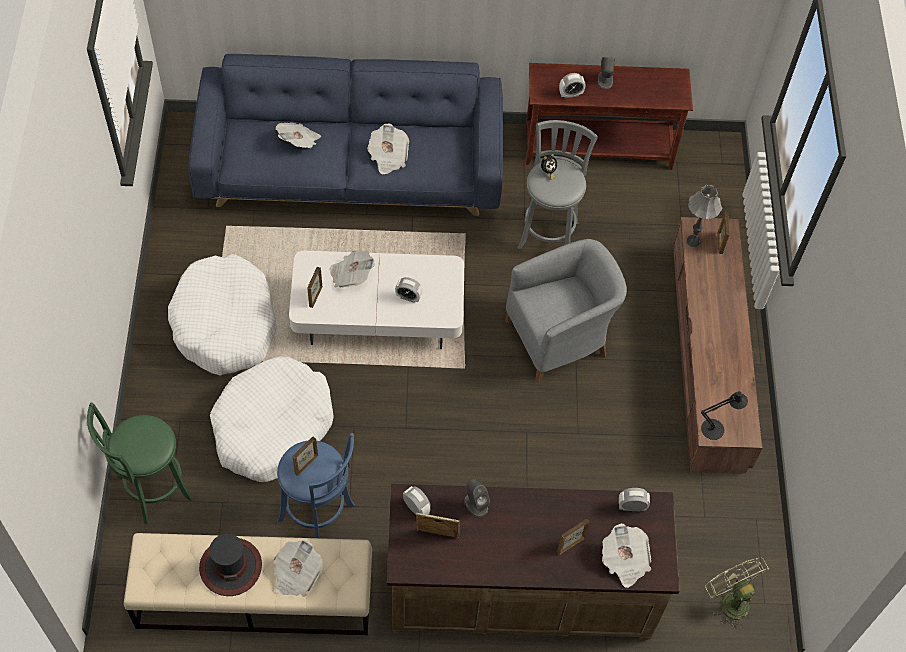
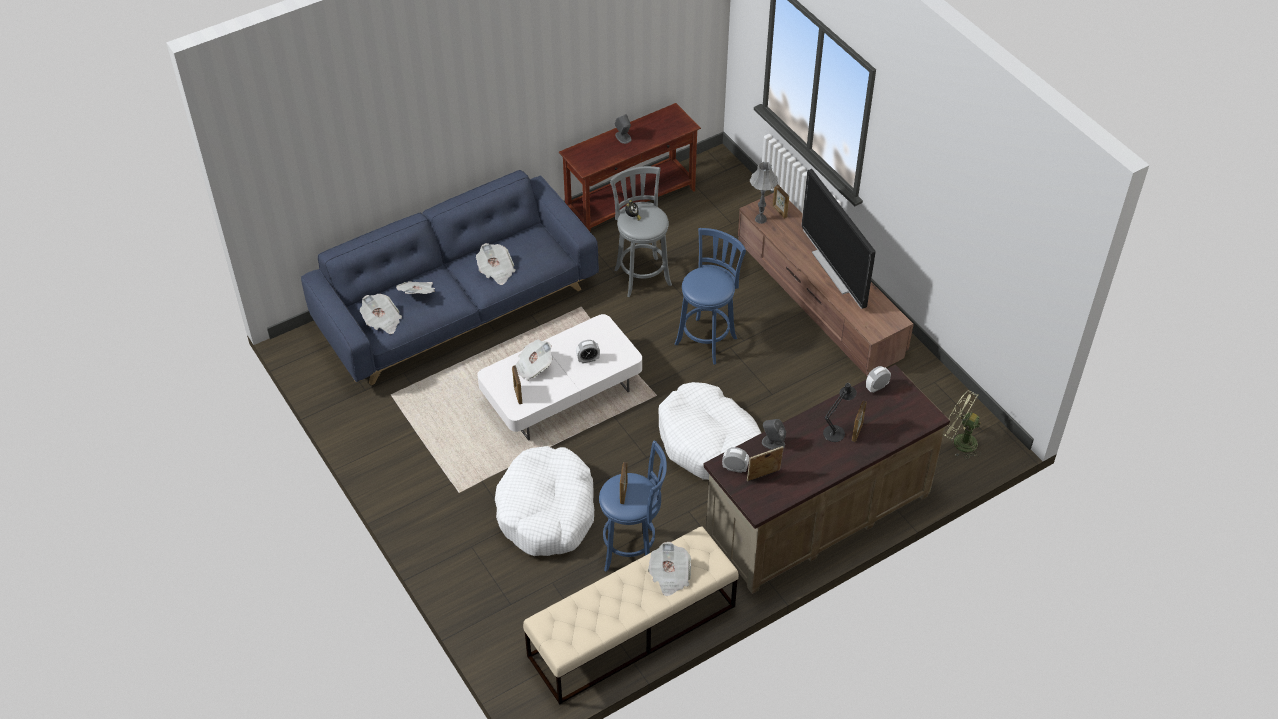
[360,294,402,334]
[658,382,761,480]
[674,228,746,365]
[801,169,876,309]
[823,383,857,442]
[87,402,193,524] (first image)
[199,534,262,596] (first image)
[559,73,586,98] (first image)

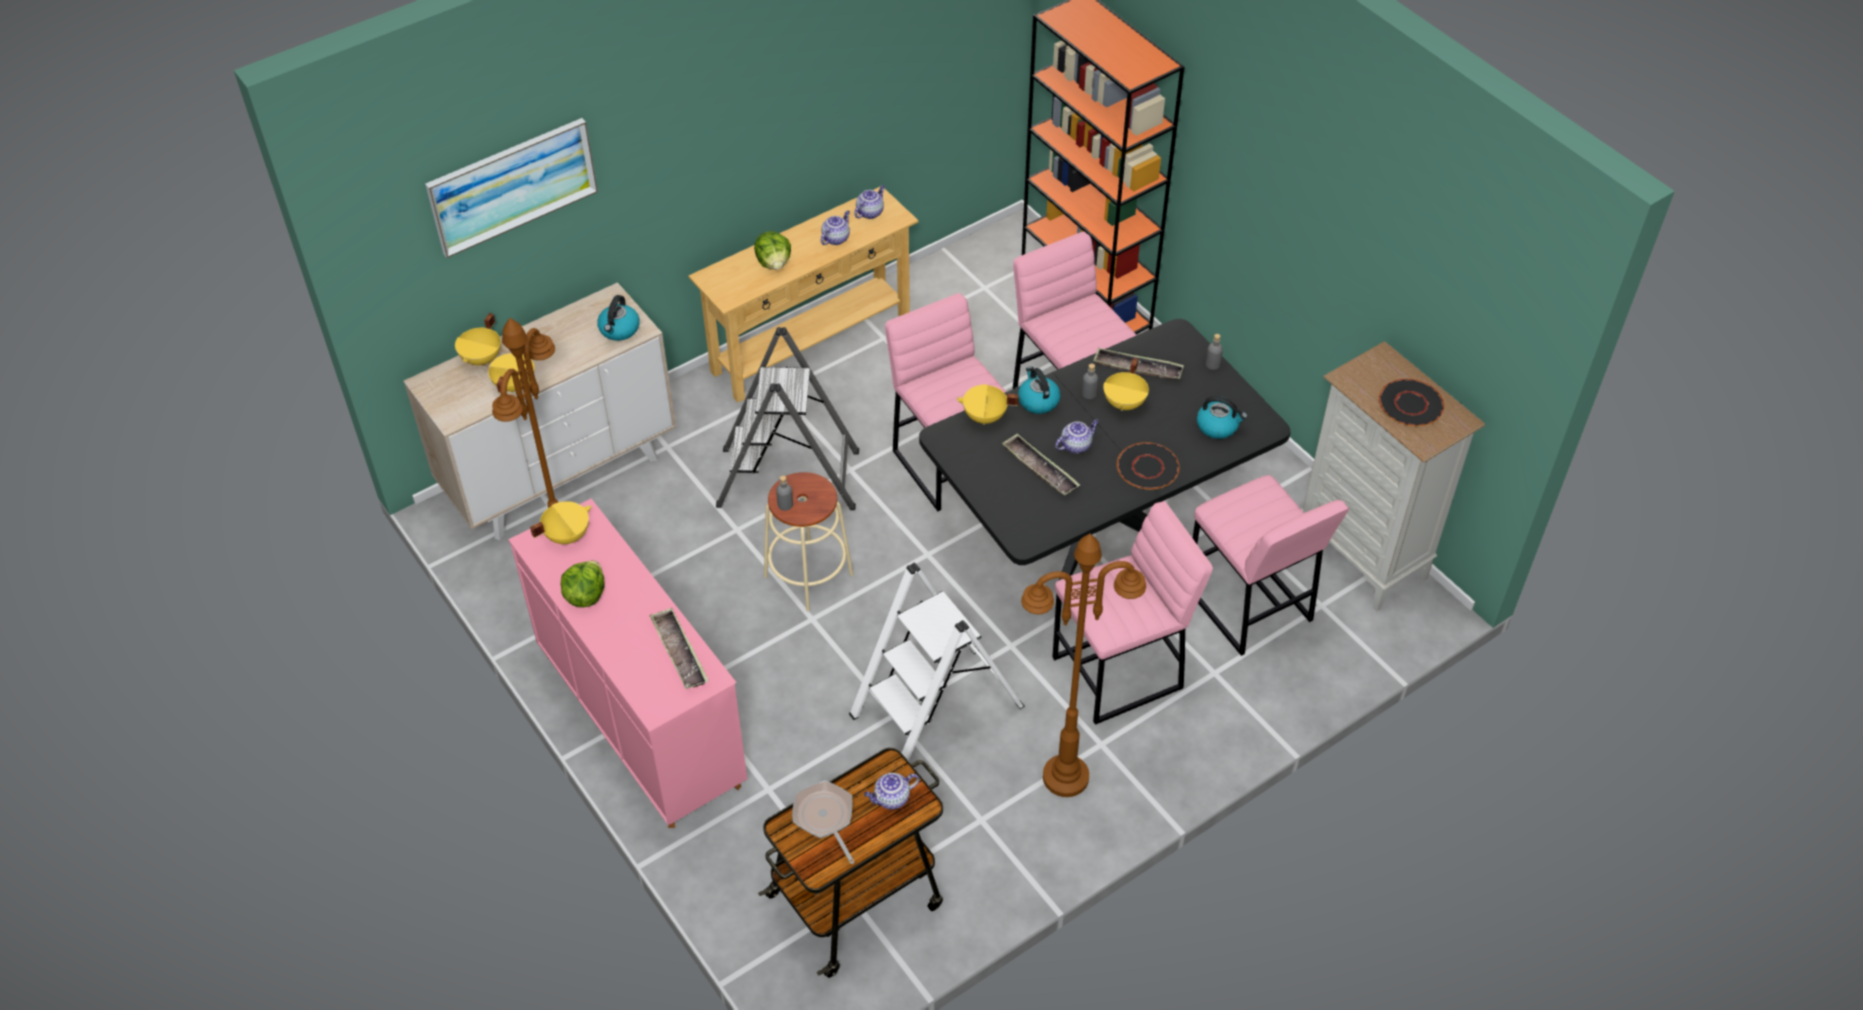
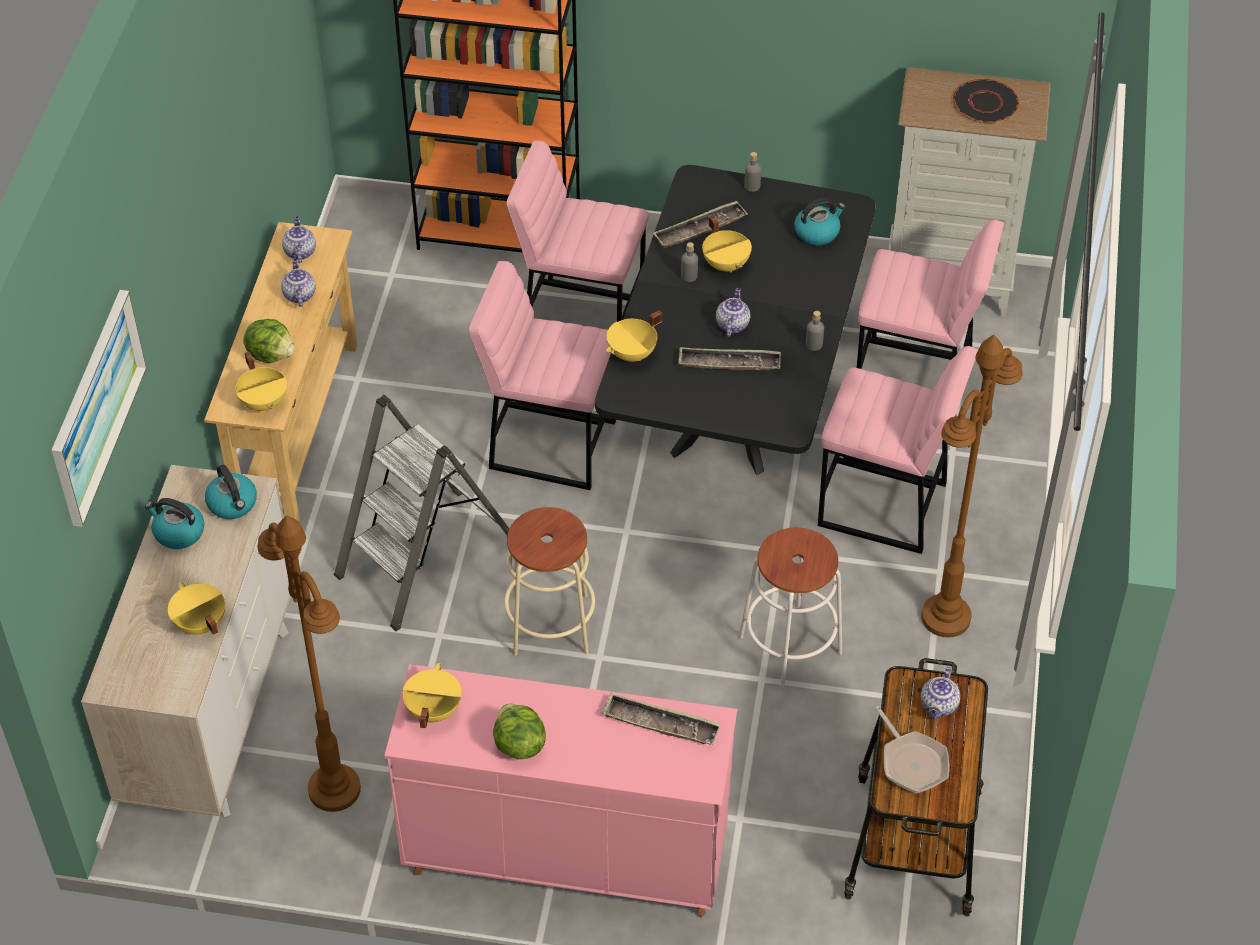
[145,498,204,549]
[235,352,287,411]
[739,528,842,687]
[806,311,824,351]
[818,346,979,554]
[875,706,949,794]
[1117,442,1180,490] (first image)

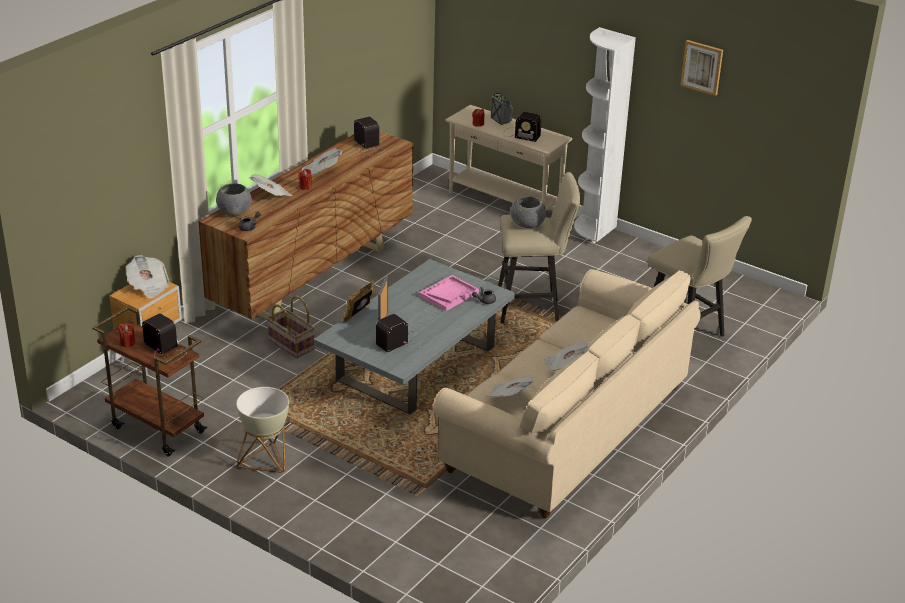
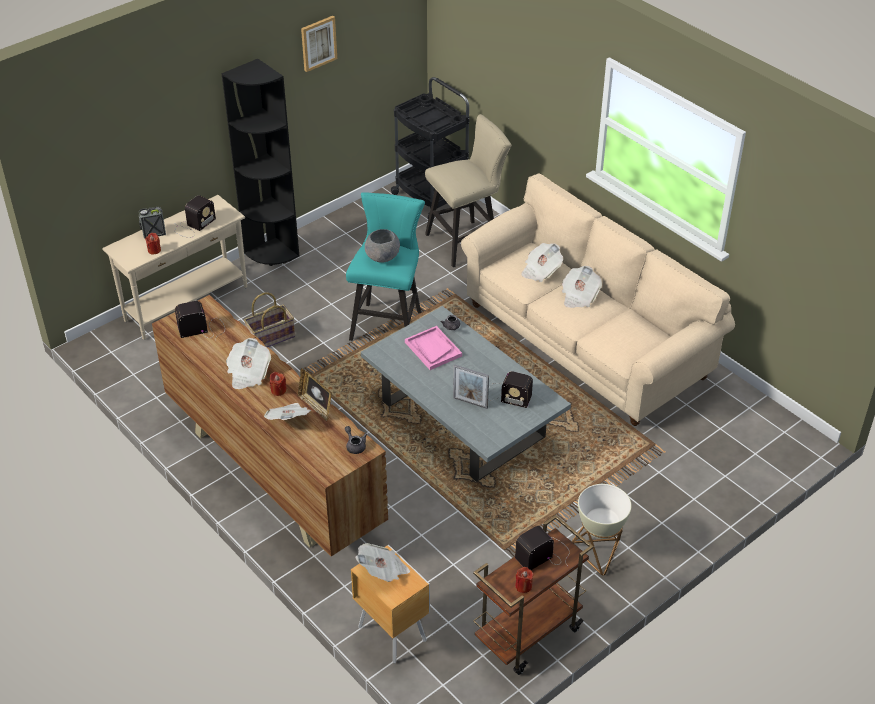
[222,59,299,266]
[244,292,295,347]
[298,368,332,422]
[346,192,425,341]
[391,77,469,219]
[490,371,533,408]
[521,243,563,282]
[216,183,252,217] (first image)

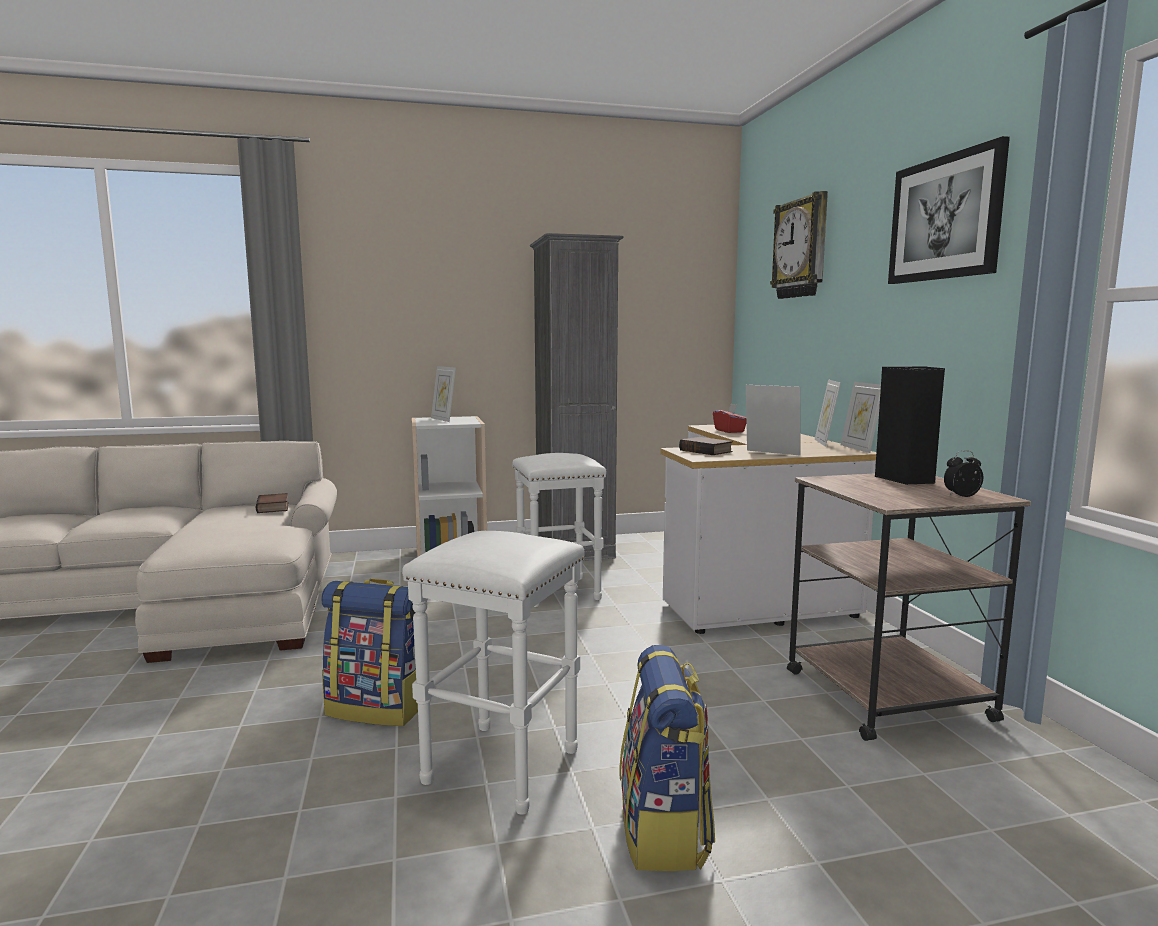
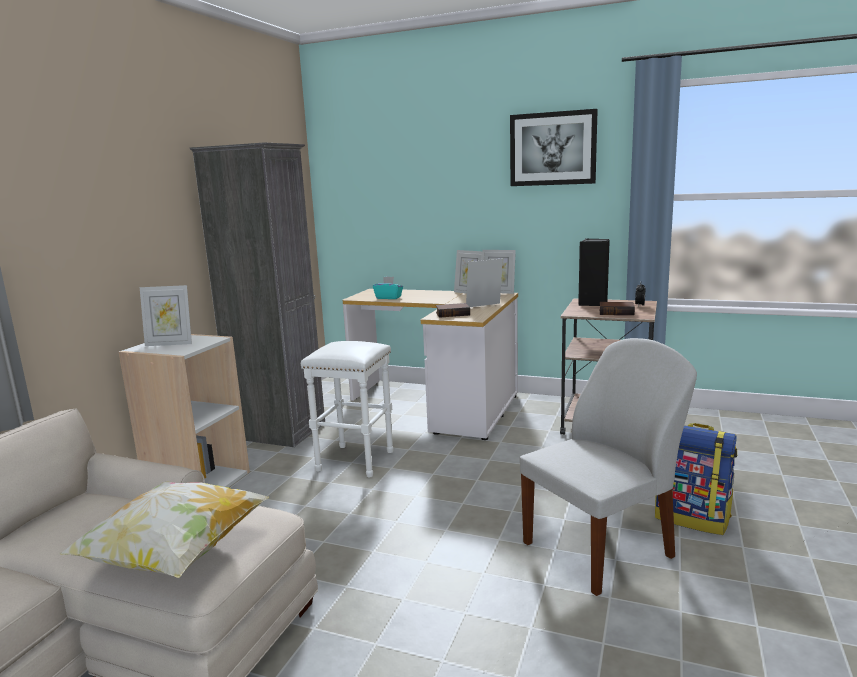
[58,481,269,578]
[373,277,403,299]
[520,338,697,596]
[599,302,635,315]
[321,579,418,726] (first image)
[770,191,828,299] (first image)

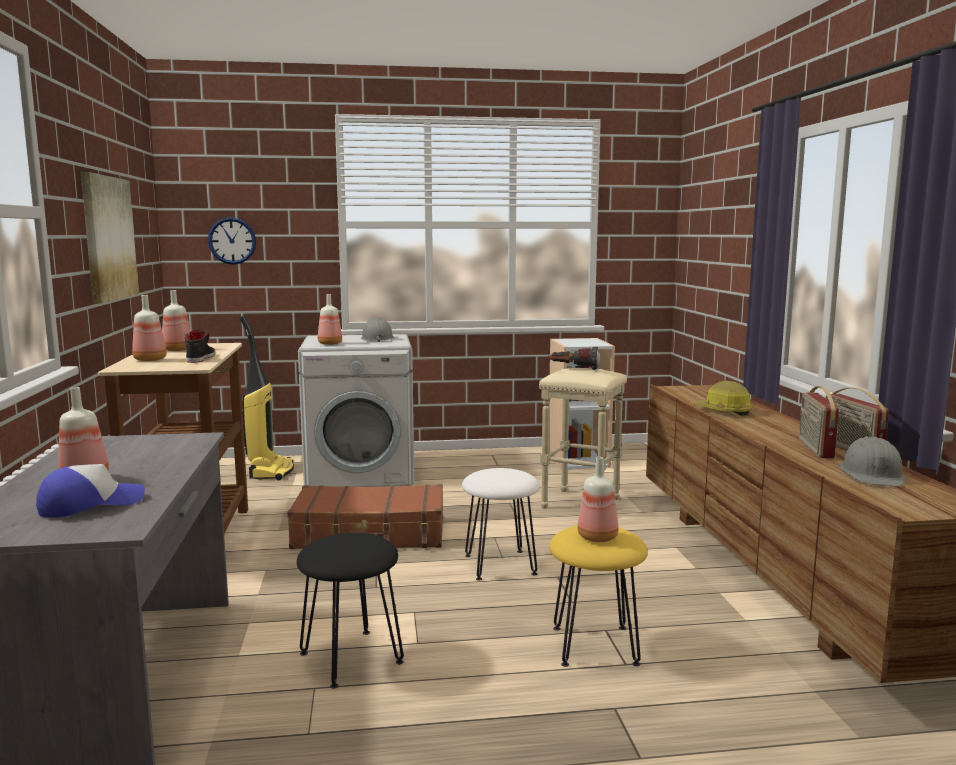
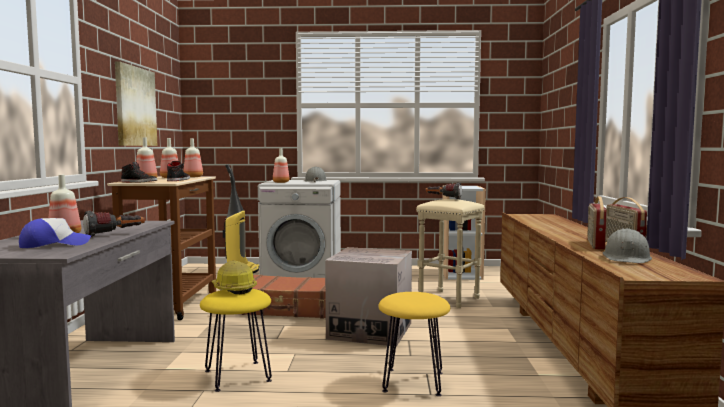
[83,211,145,237]
[121,161,157,182]
[184,138,203,177]
[200,289,272,392]
[211,260,257,294]
[325,247,412,347]
[208,217,256,265] (first image)

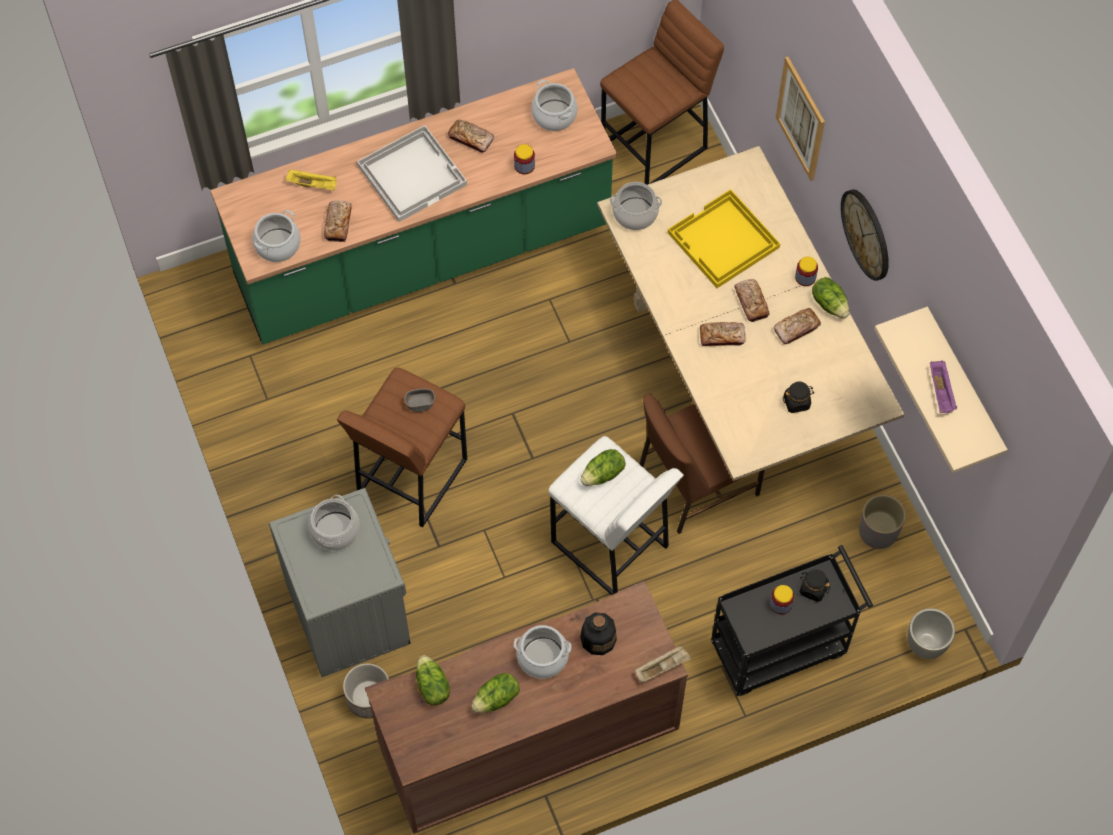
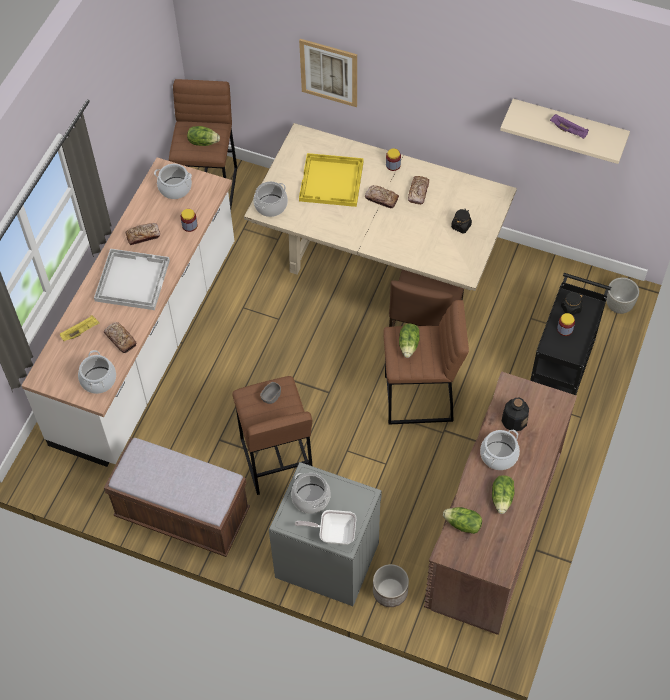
[21,157,234,467]
[104,438,250,557]
[187,126,220,146]
[295,510,356,545]
[383,300,469,425]
[635,645,691,683] (first image)
[700,322,745,346] (first image)
[841,189,889,281] (first image)
[859,495,906,549] (first image)

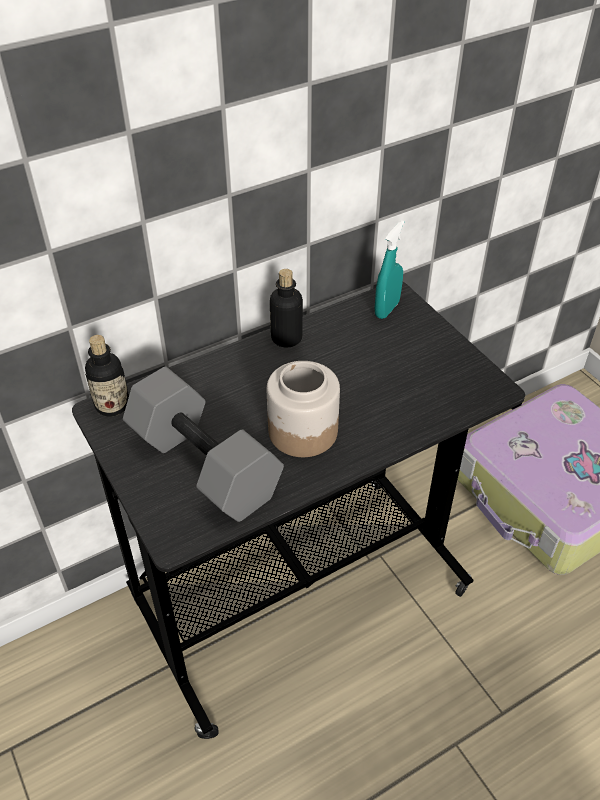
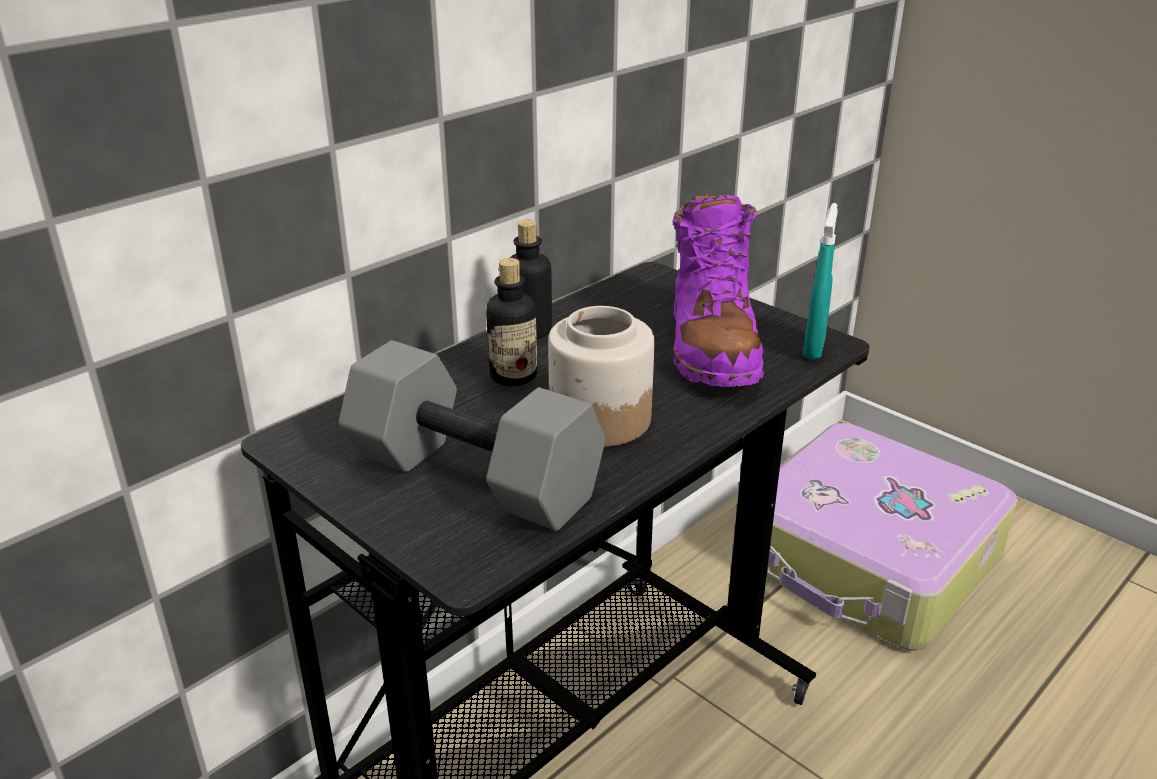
[486,258,537,386]
[673,194,764,387]
[803,203,838,360]

